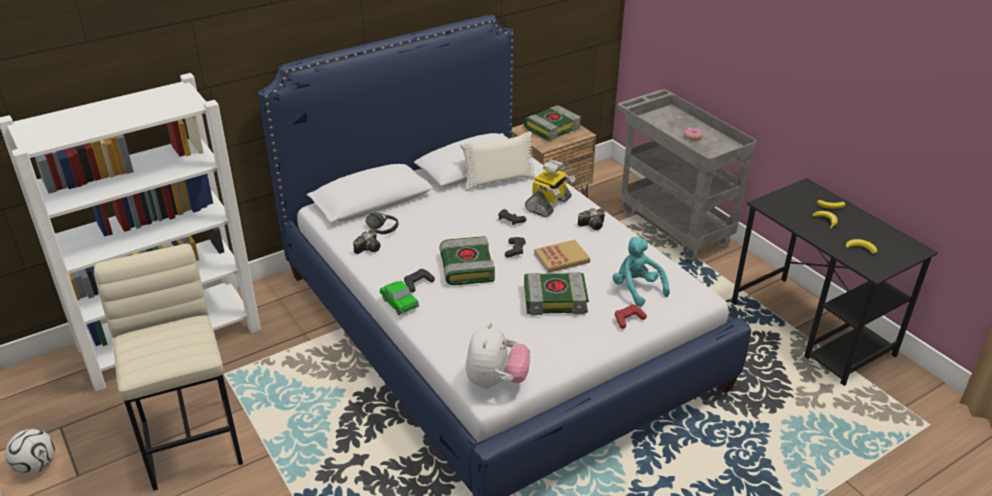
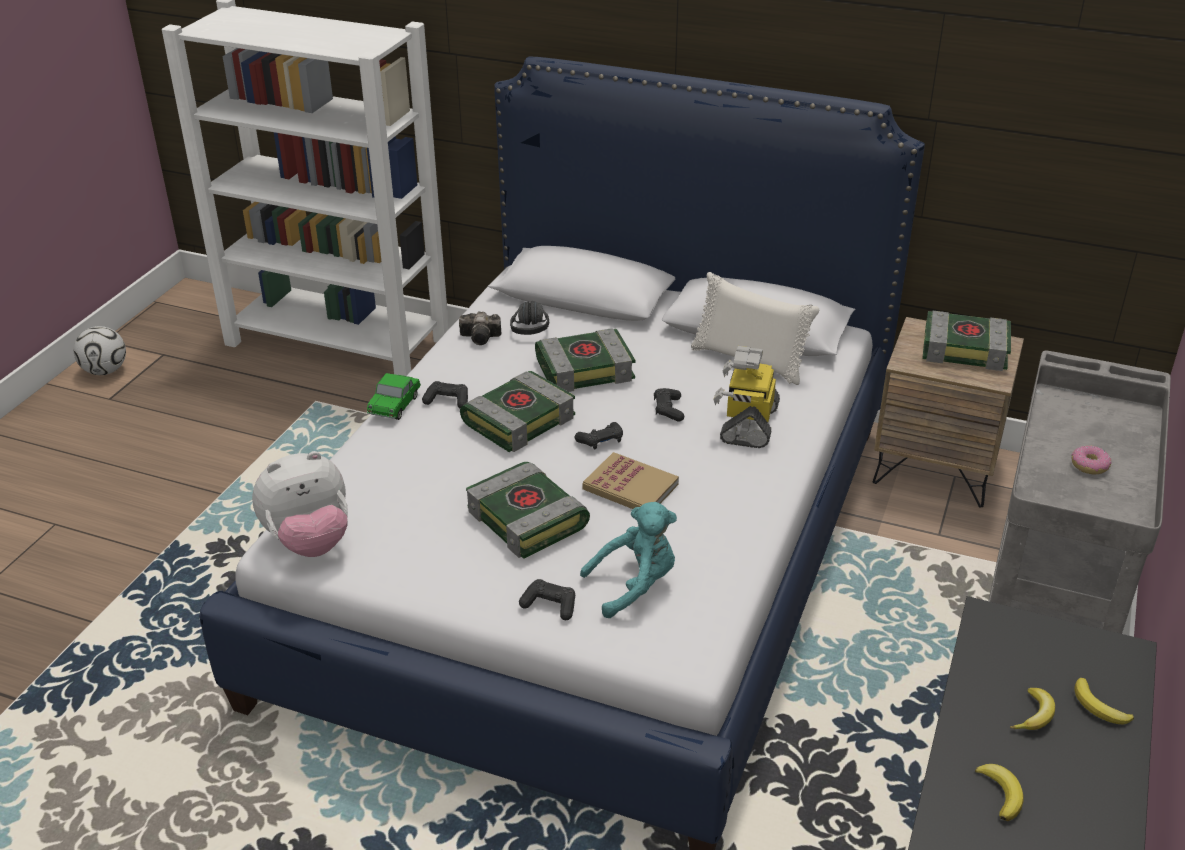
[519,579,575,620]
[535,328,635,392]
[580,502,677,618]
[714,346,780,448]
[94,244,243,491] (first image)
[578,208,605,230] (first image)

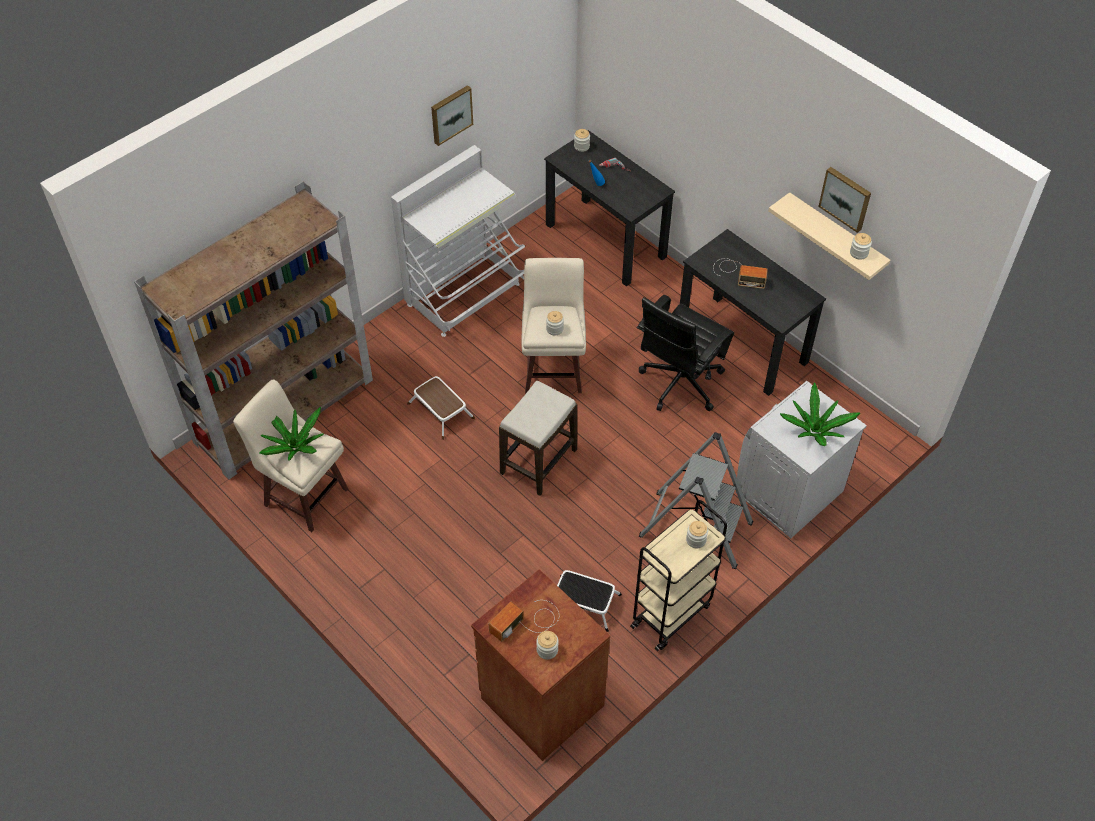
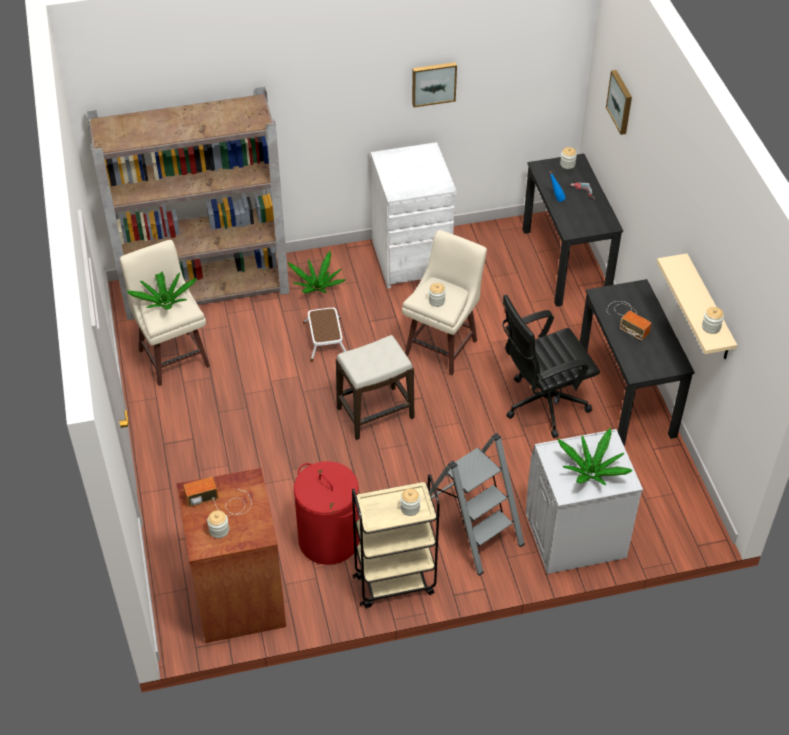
[288,251,346,293]
[294,461,359,565]
[371,142,457,288]
[606,70,632,135]

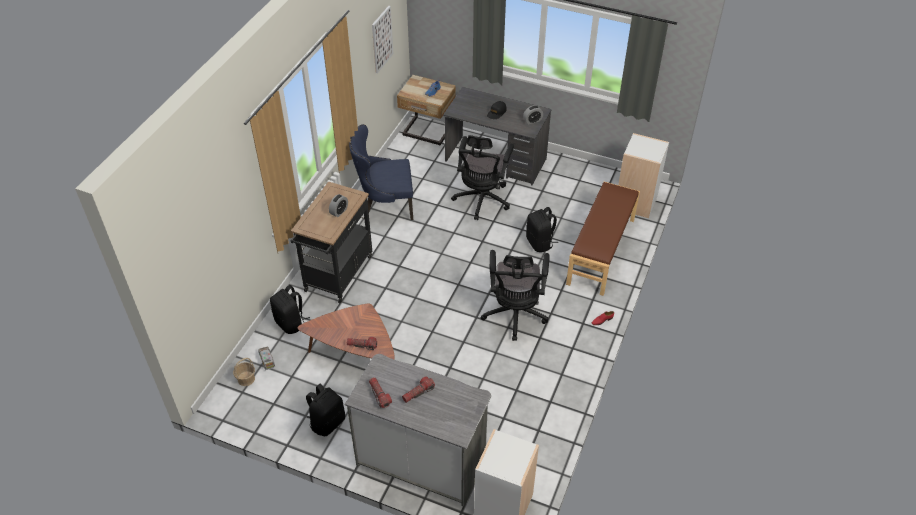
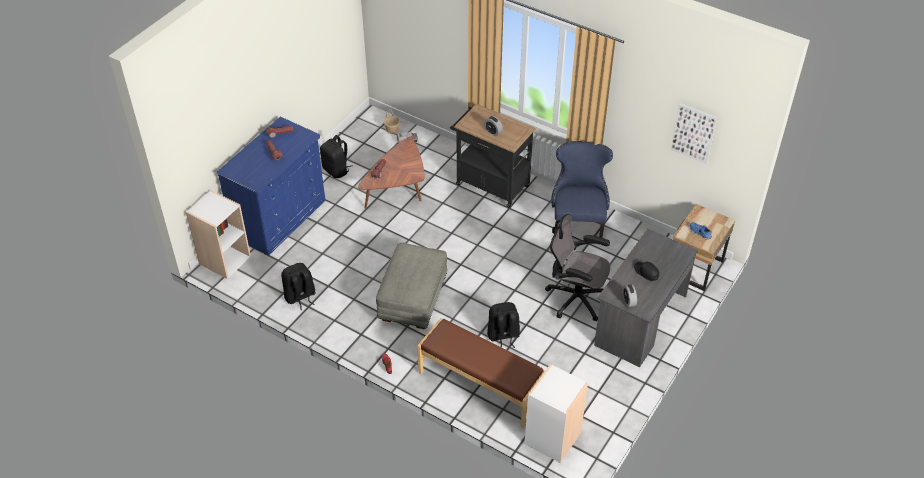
[216,117,325,256]
[281,263,316,310]
[376,243,447,329]

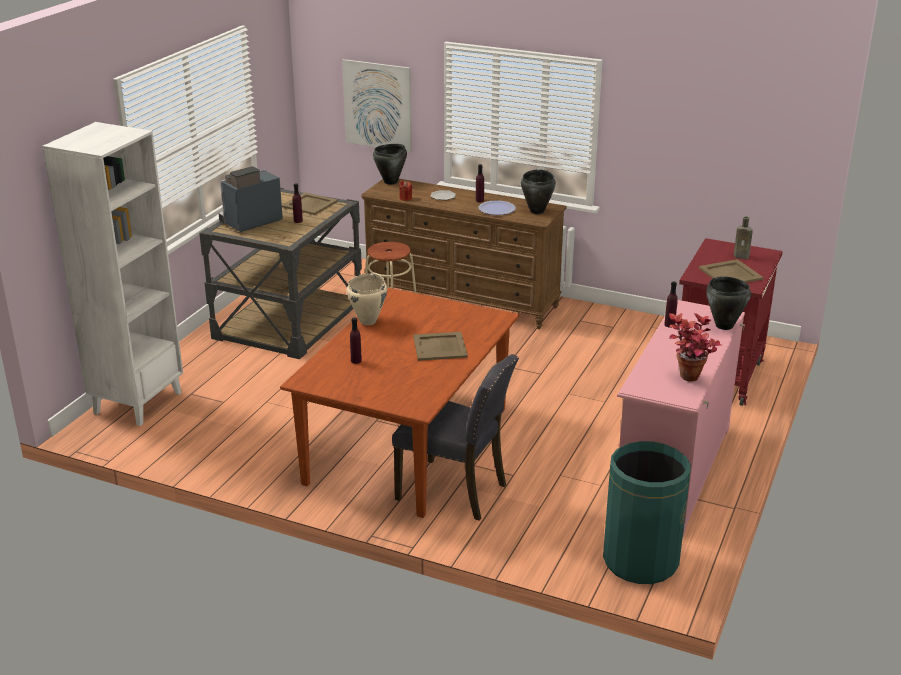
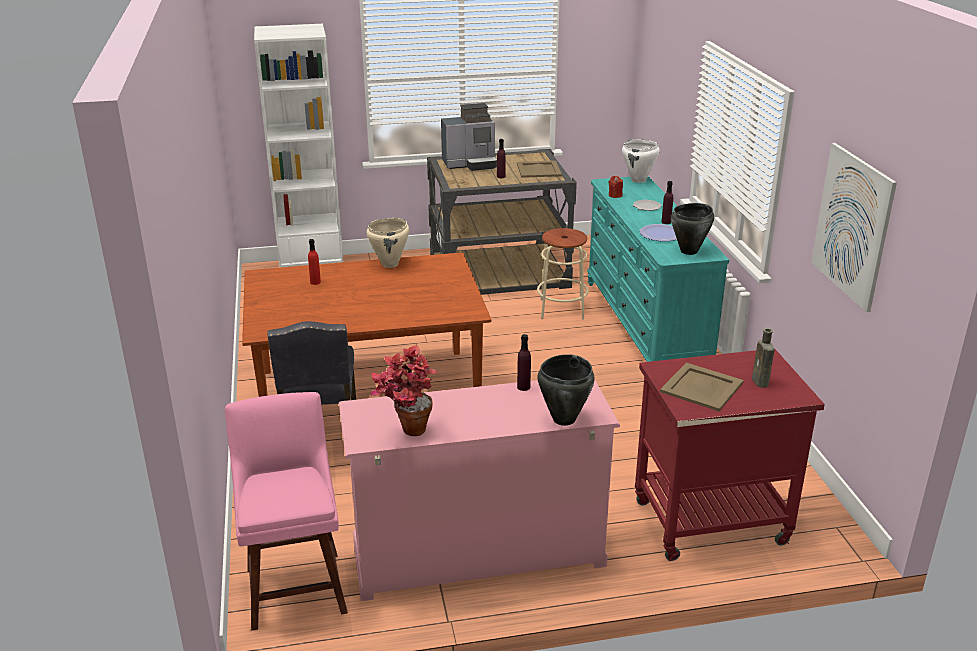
[225,392,348,631]
[308,239,321,285]
[441,103,497,171]
[587,176,729,362]
[622,139,660,183]
[811,143,897,312]
[413,332,468,361] (first image)

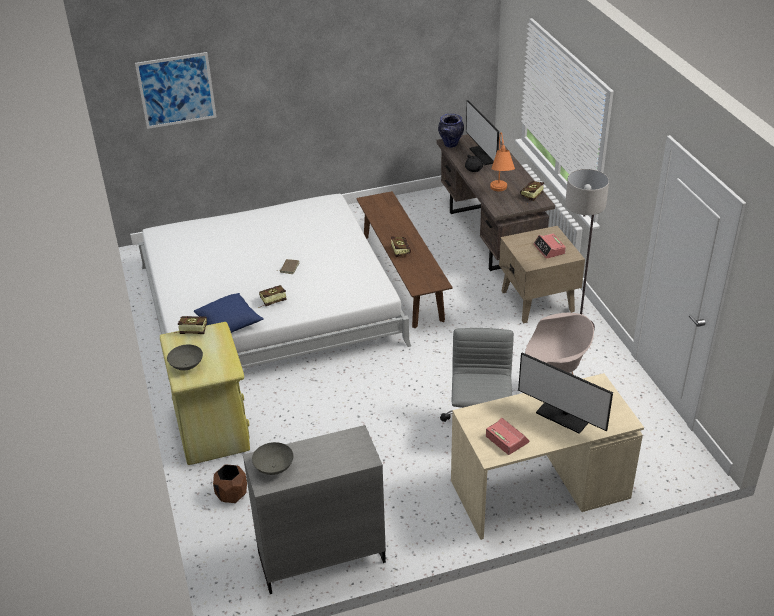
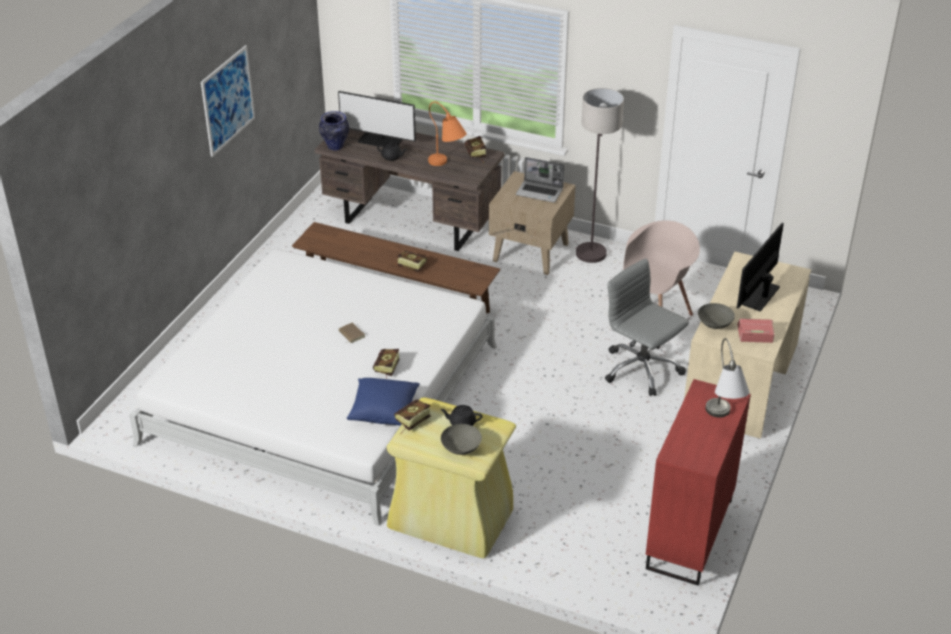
[201,45,255,157]
[440,405,482,426]
[516,157,564,203]
[646,379,751,586]
[698,303,735,329]
[705,338,750,418]
[737,223,784,312]
[213,464,247,503] (first image)

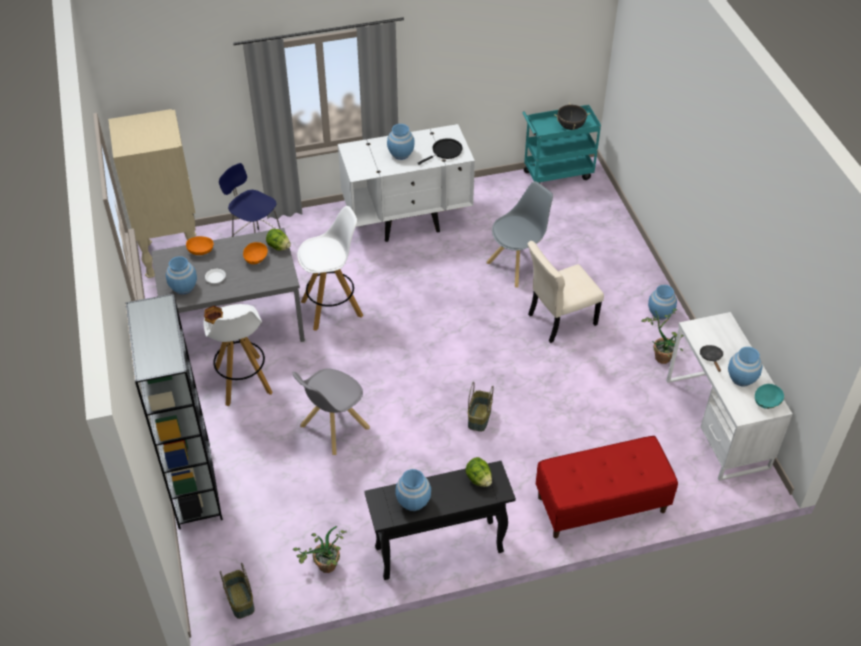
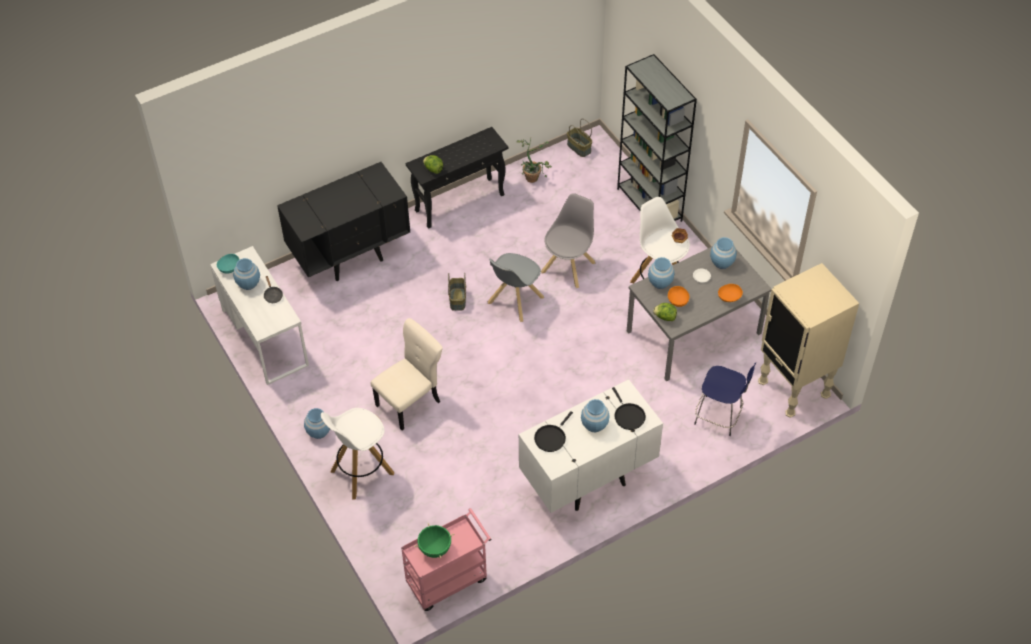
[277,162,410,281]
[321,408,395,500]
[401,508,491,611]
[414,523,455,558]
[488,253,544,322]
[612,387,646,430]
[648,257,675,289]
[641,309,684,364] (first image)

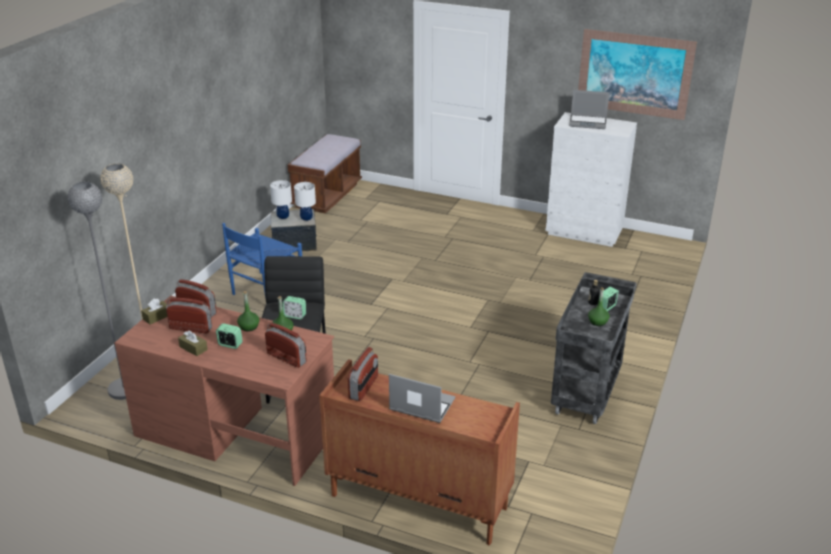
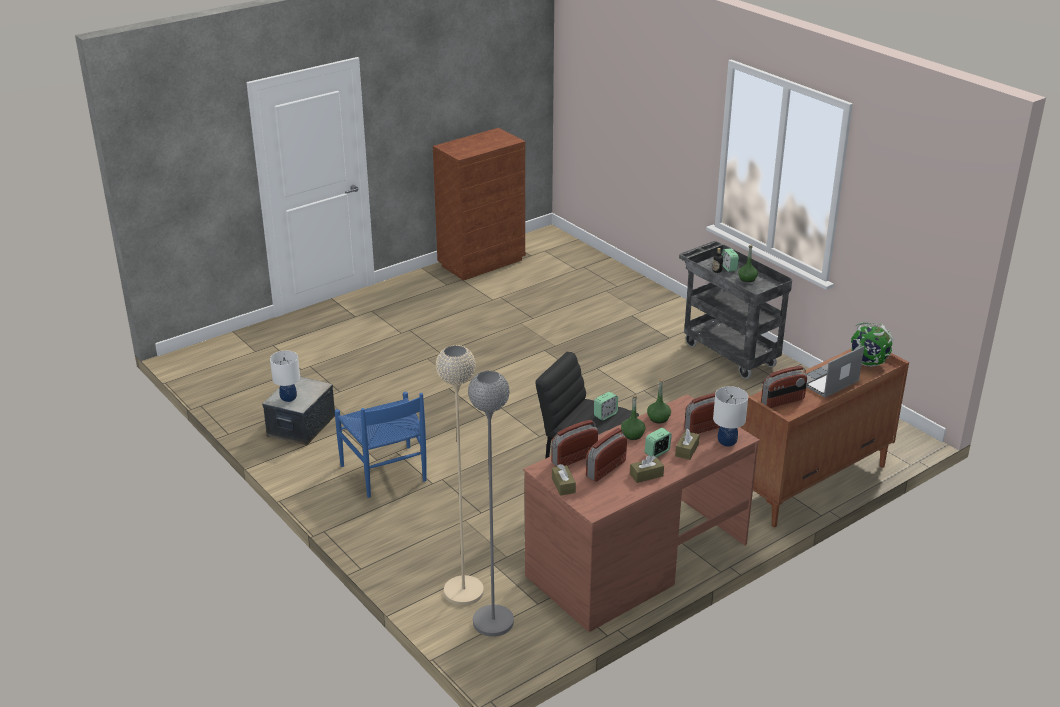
[433,128,526,281]
[675,429,700,460]
[713,386,748,447]
[761,366,807,408]
[850,322,894,367]
[288,134,362,213] (first image)
[569,90,609,129] (first image)
[578,29,697,120] (first image)

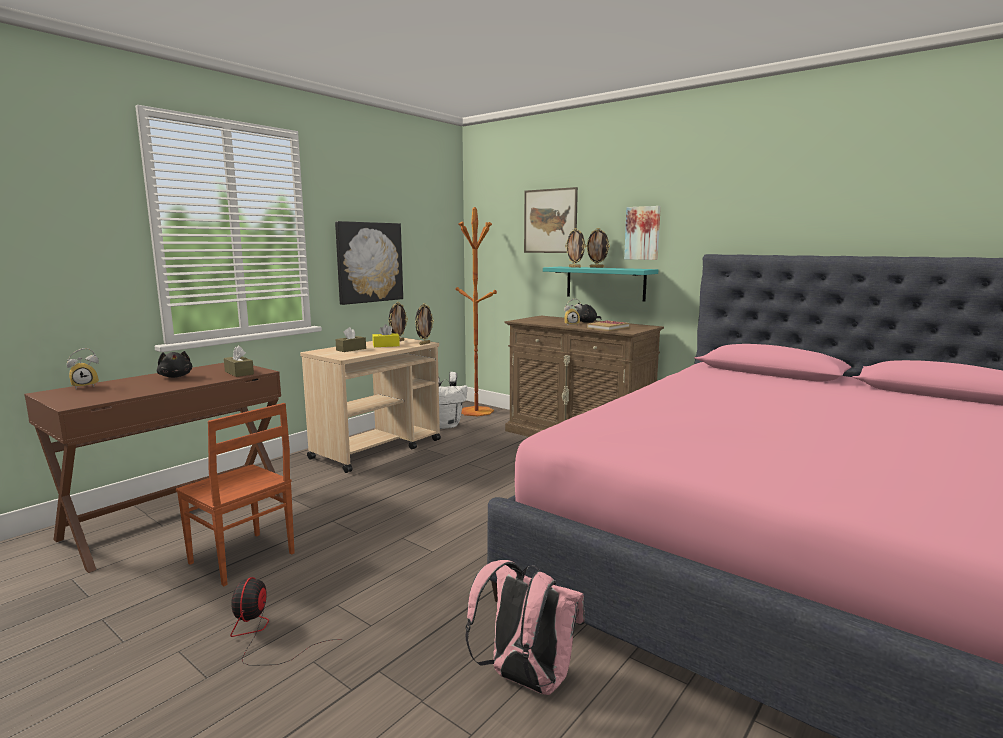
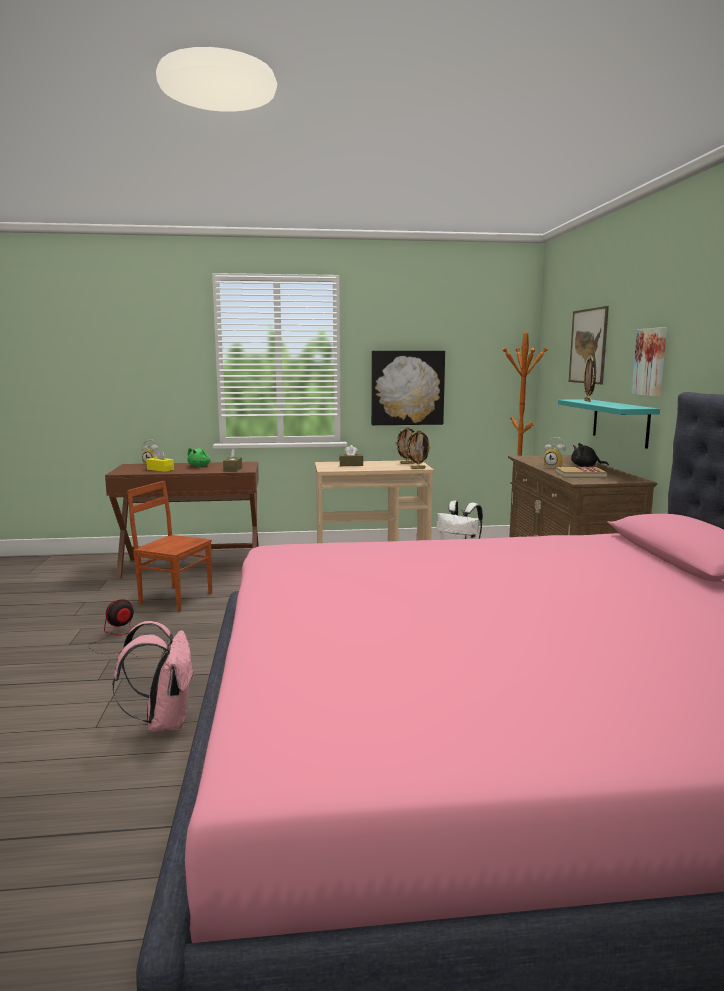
[127,481,212,612]
[146,449,174,472]
[187,448,211,467]
[585,228,610,268] (first image)

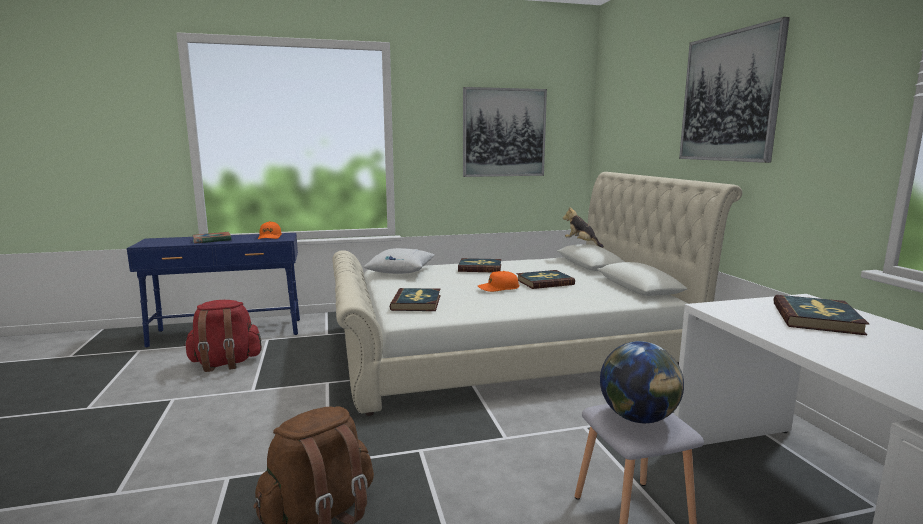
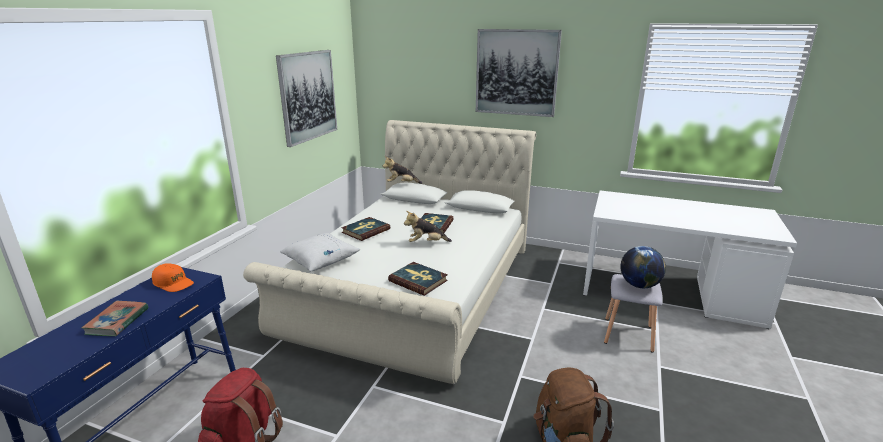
[404,211,452,242]
[773,295,869,335] (first image)

